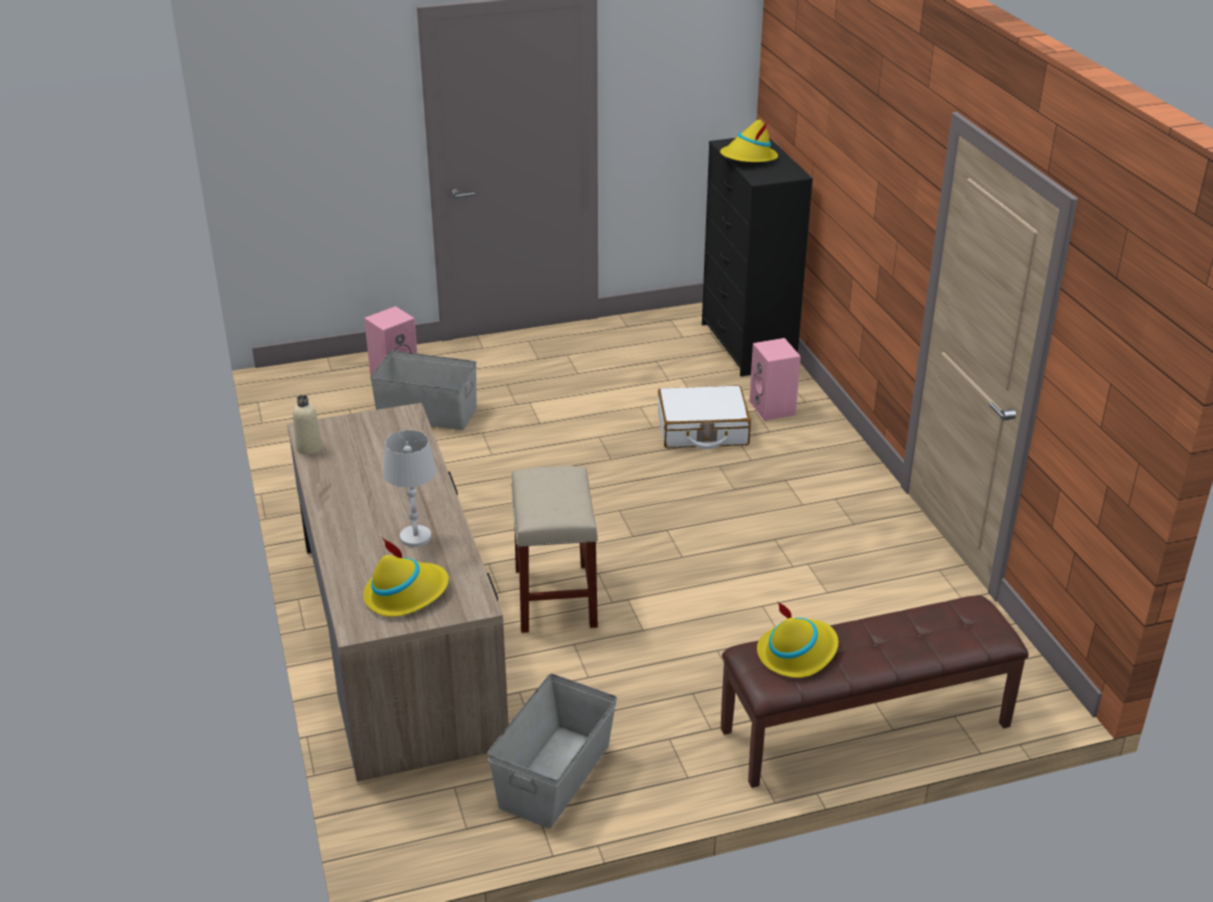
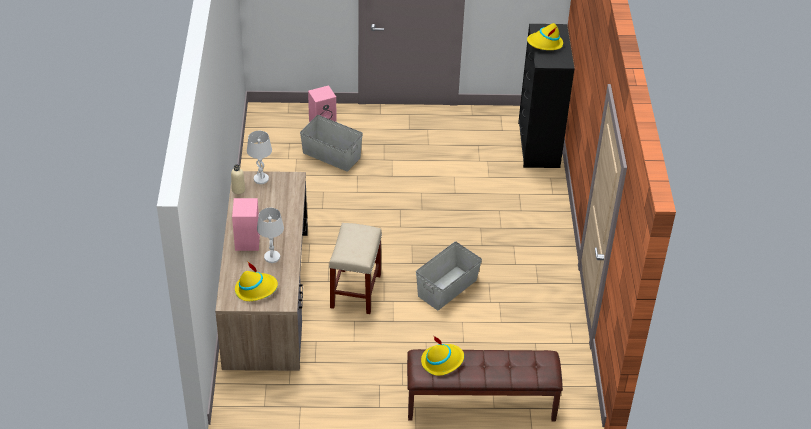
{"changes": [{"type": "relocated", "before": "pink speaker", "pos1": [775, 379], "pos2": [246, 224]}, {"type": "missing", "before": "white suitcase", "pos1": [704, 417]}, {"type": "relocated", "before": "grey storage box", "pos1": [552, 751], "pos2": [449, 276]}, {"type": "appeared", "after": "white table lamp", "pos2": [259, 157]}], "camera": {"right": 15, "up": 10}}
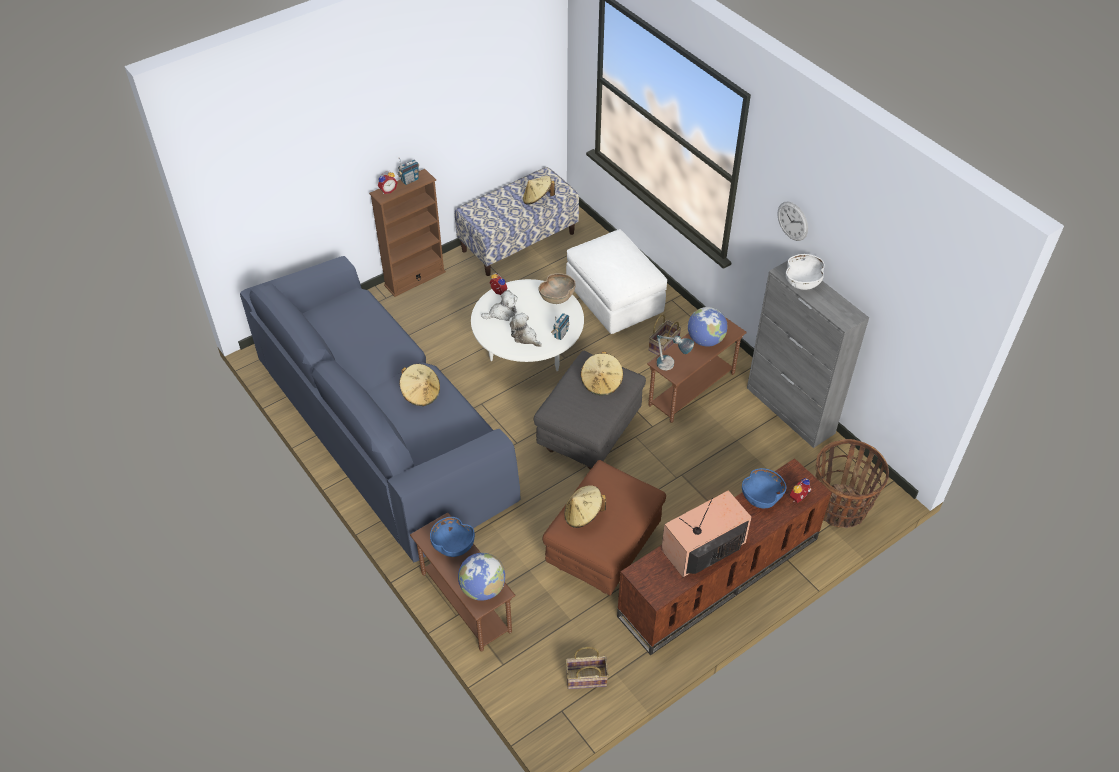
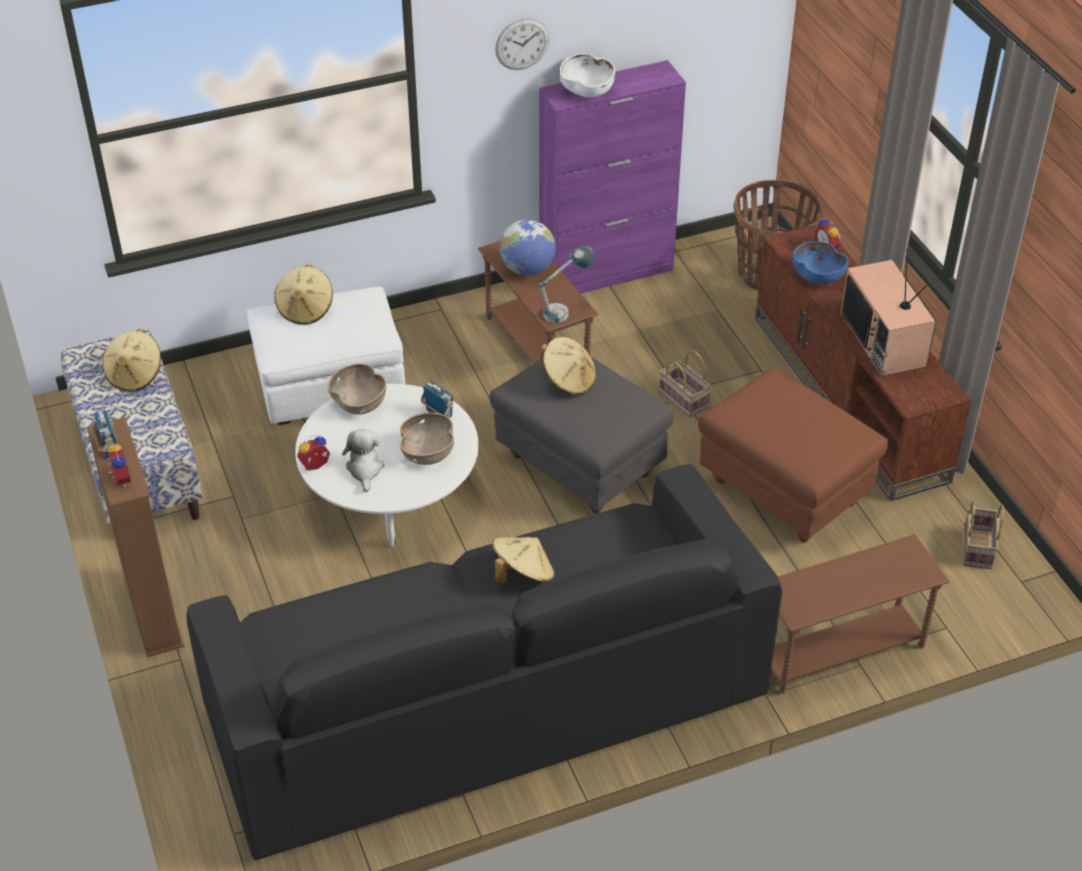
{"changes": [{"type": "colour", "before": "blue sofa", "after": "black sofa", "pos1": [380, 409], "pos2": [484, 662]}, {"type": "colour", "before": "grey cabinet", "after": "purple cabinet", "pos1": [808, 354], "pos2": [612, 176]}, {"type": "exchanged", "before": "plush toy", "after": "brown bowl", "pos1": [526, 330], "pos2": [427, 439]}, {"type": "relocated", "before": "basket", "pos1": [665, 334], "pos2": [685, 383]}, {"type": "relocated", "before": "beige hat", "pos1": [585, 506], "pos2": [303, 295]}, {"type": "missing", "before": "blue bowl", "pos1": [452, 537]}, {"type": "missing", "before": "globe", "pos1": [481, 577]}], "camera": {"right": -75, "up": -5}}
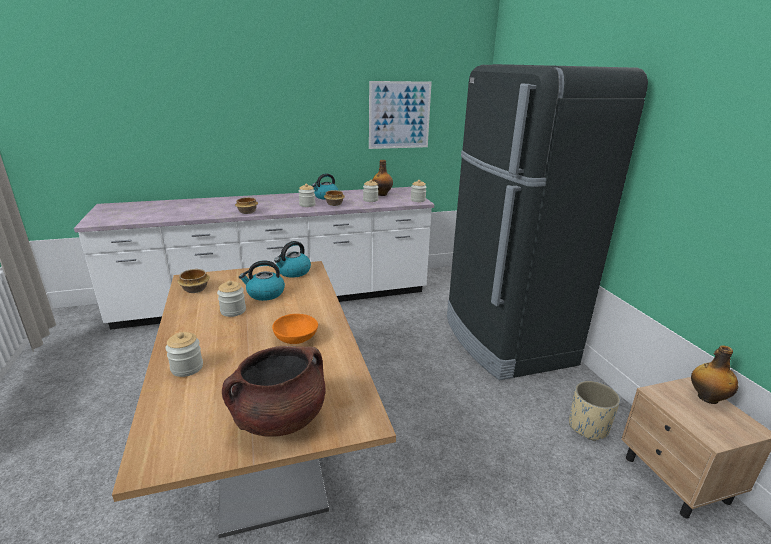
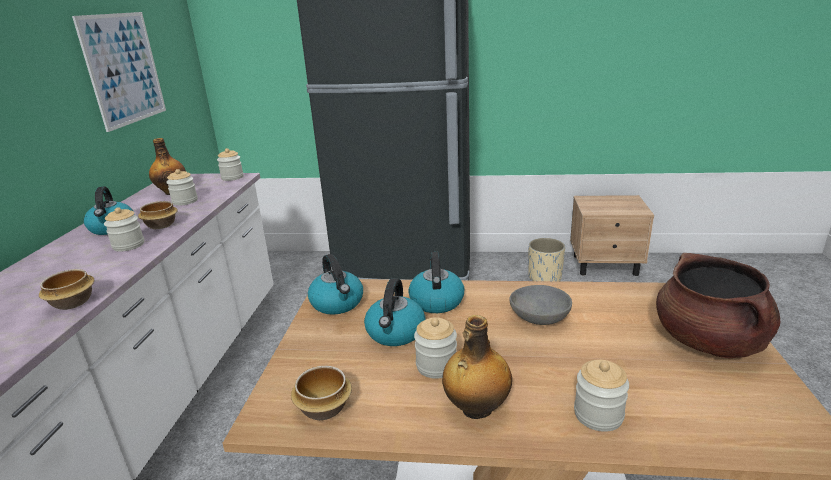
{"changes": [{"type": "colour", "before": "orange bowl", "after": "grey bowl", "pos1": [295, 329], "pos2": [540, 305]}, {"type": "relocated", "before": "bottle", "pos1": [714, 374], "pos2": [477, 367]}, {"type": "appeared", "after": "kettle", "pos2": [436, 282]}], "camera": {"right": -65, "up": 0}}
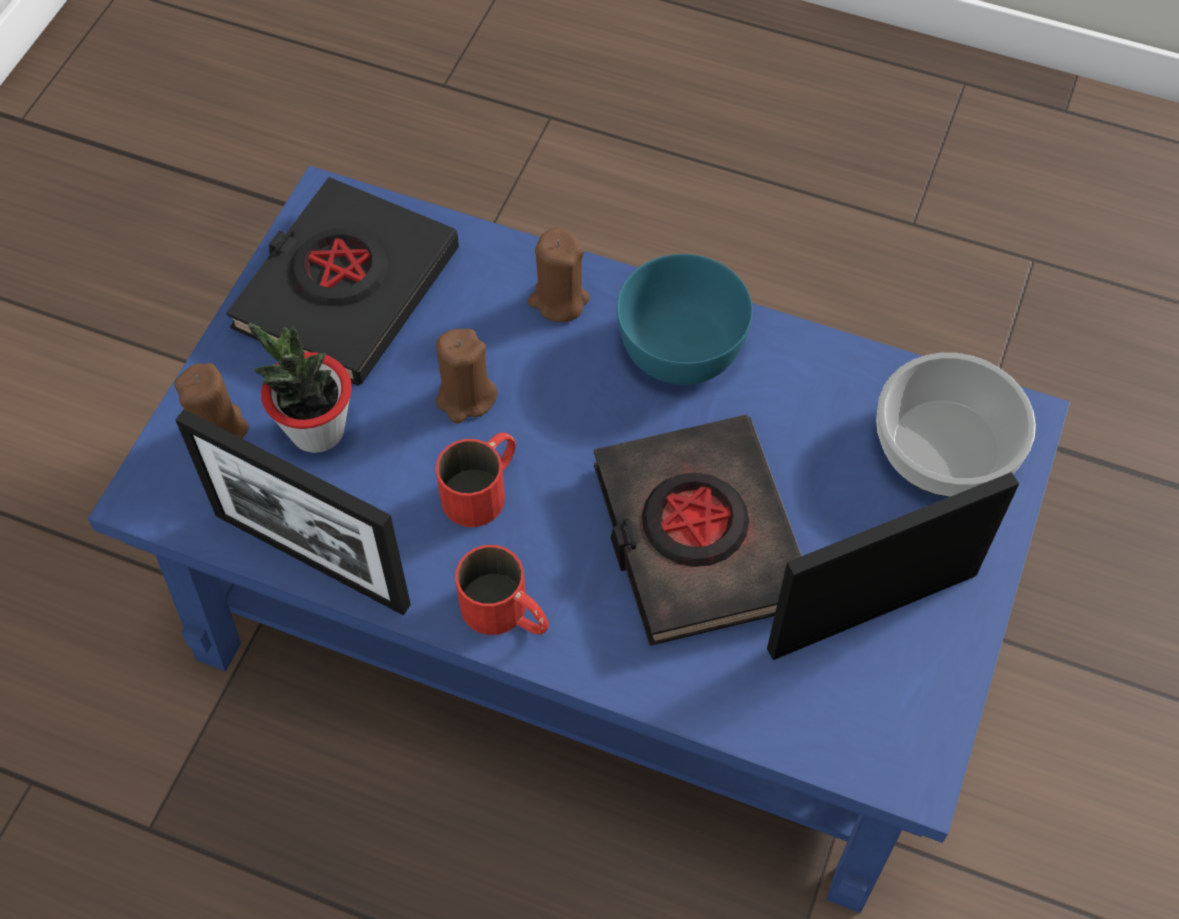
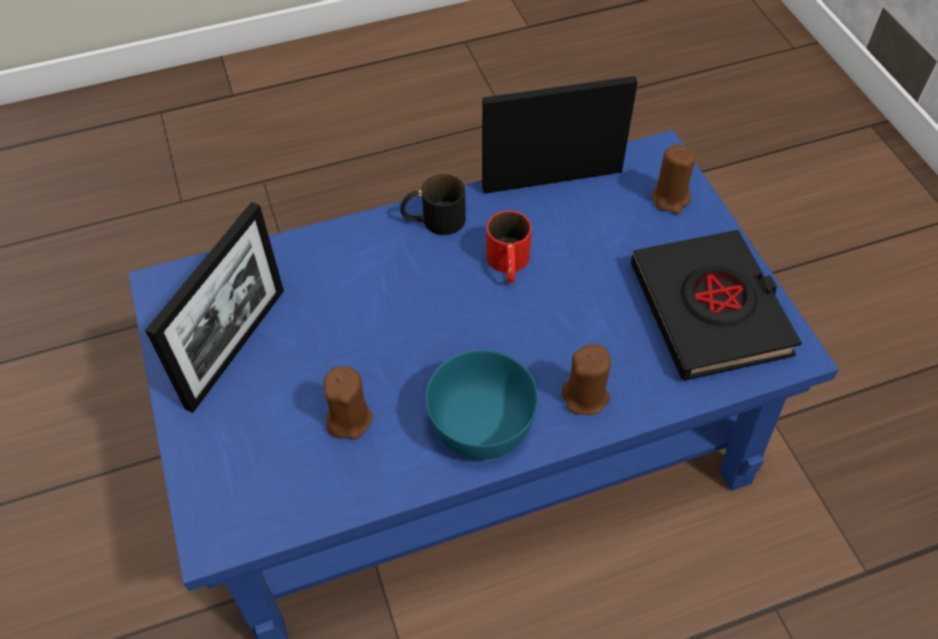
{"changes": [{"type": "missing", "before": "potted plant", "pos1": [300, 388]}, {"type": "relocated", "before": "brown candle", "pos1": [466, 376], "pos2": [348, 403]}, {"type": "missing", "before": "bowl", "pos1": [956, 425]}, {"type": "missing", "before": "black book", "pos1": [698, 530]}, {"type": "colour", "before": "red mug", "after": "black mug", "pos1": [502, 590], "pos2": [433, 204]}], "camera": {"right": 140, "up": -5}}
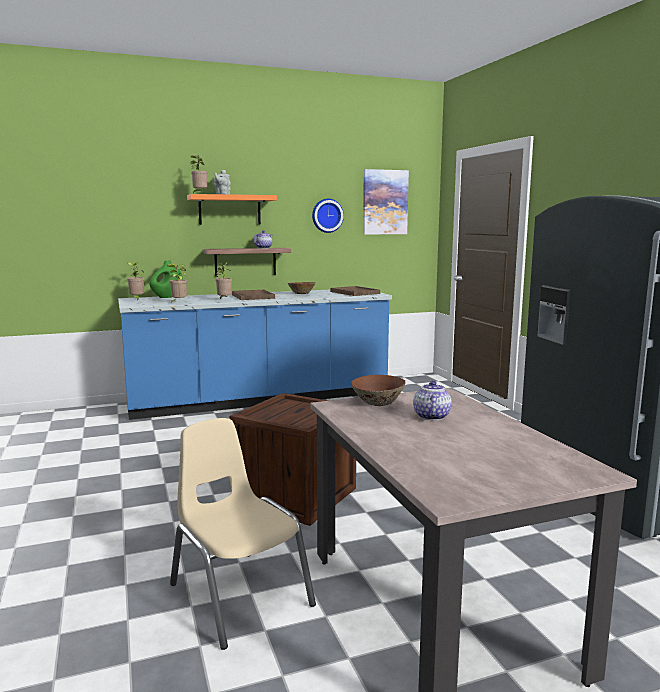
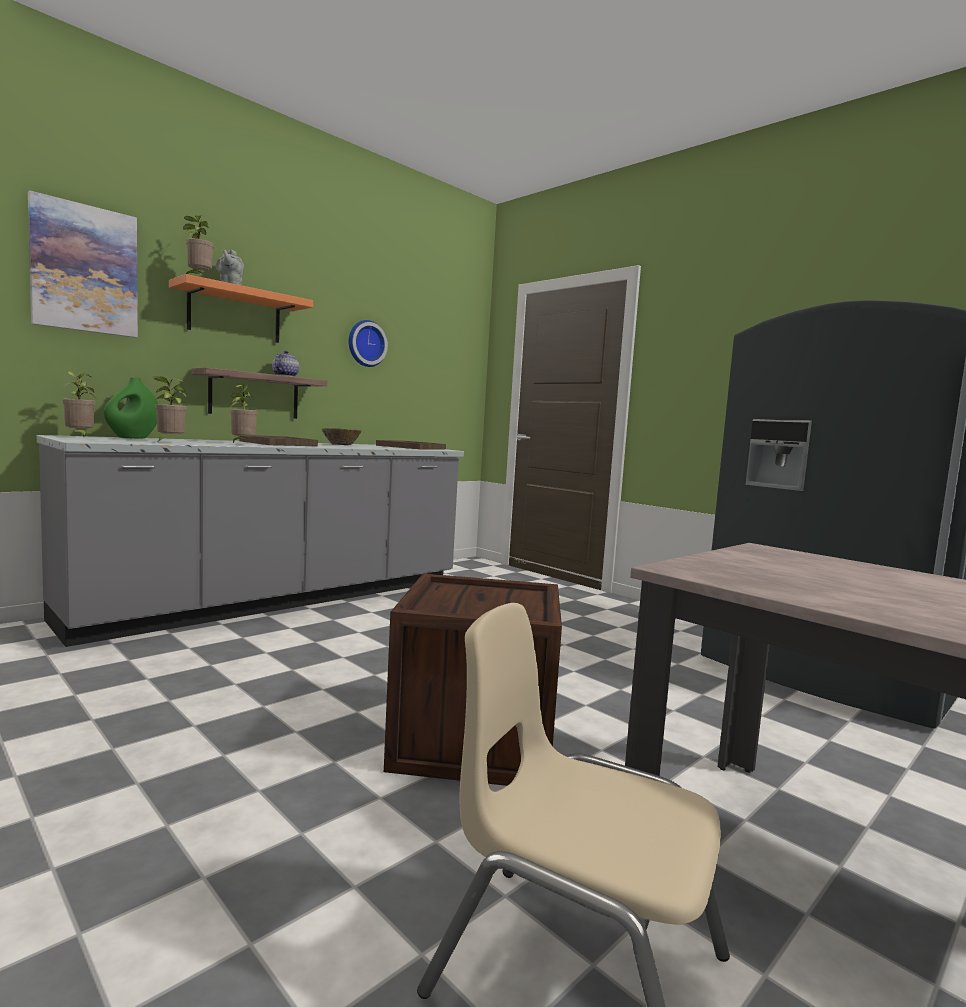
{"changes": [{"type": "relocated", "before": "picture", "pos1": [386, 202], "pos2": [83, 264]}, {"type": "colour", "before": "blue counter", "after": "grey counter", "pos1": [255, 355], "pos2": [250, 541]}, {"type": "missing", "before": "brown bowl", "pos1": [378, 390]}, {"type": "missing", "before": "teapot", "pos1": [432, 400]}], "camera": {"right": -25, "up": -5}}
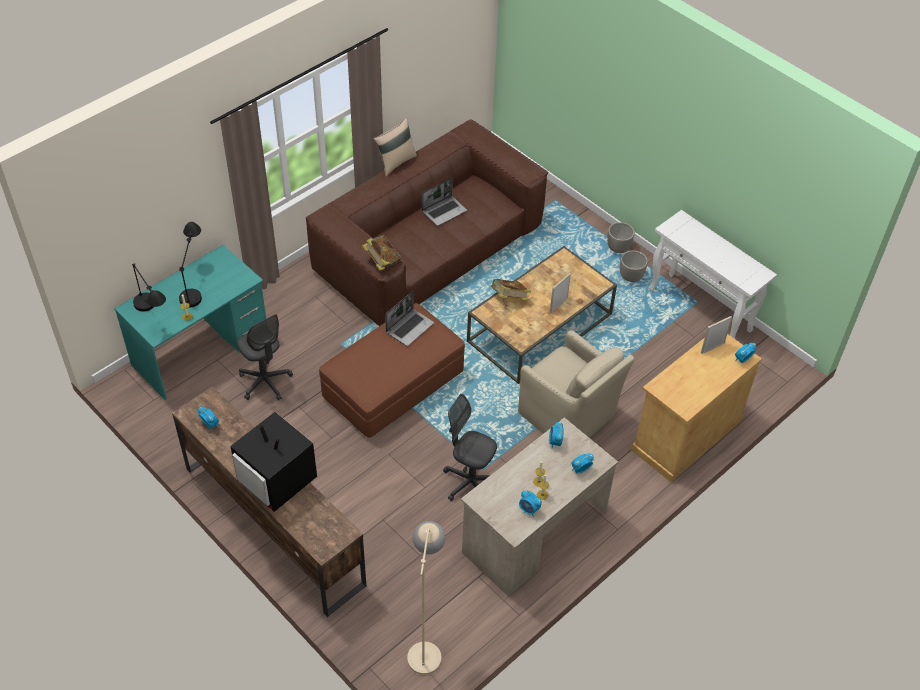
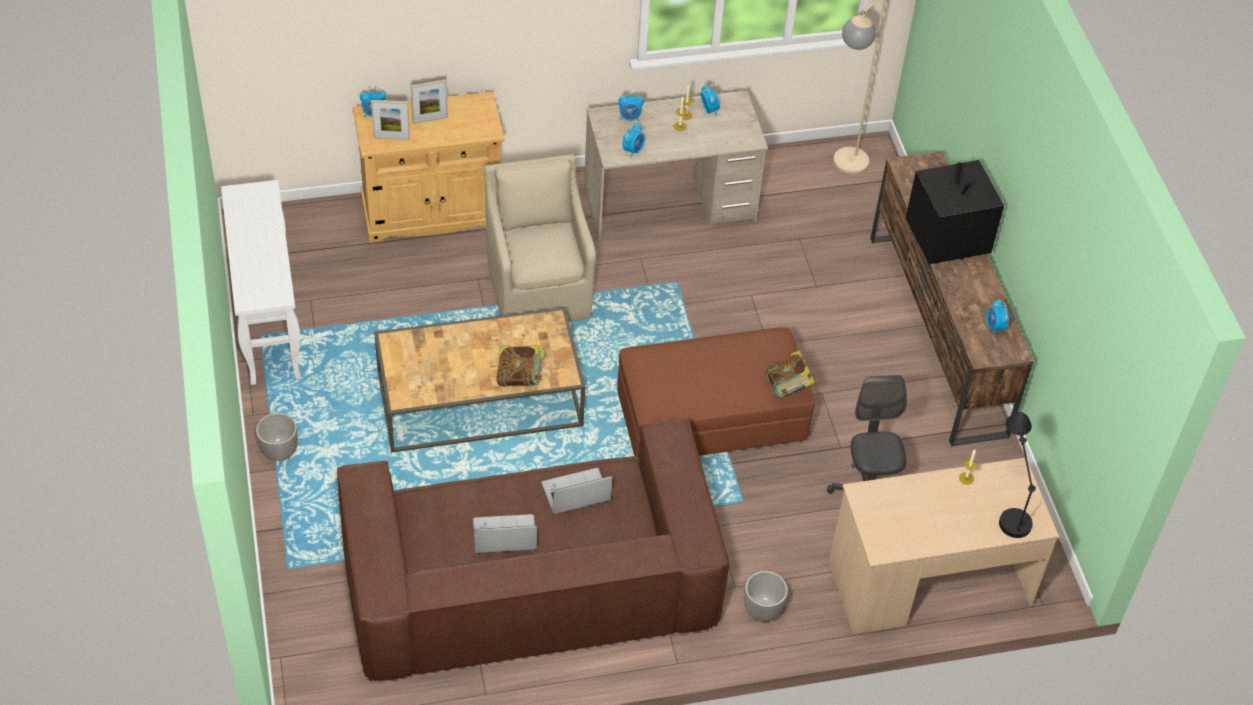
{"changes": [{"type": "missing", "before": "beige pillow", "pos1": [395, 147]}, {"type": "missing", "before": "black table lamp", "pos1": [190, 265]}, {"type": "relocated", "before": "book", "pos1": [381, 253], "pos2": [790, 373]}, {"type": "colour", "before": "turquoise desk", "after": "beige desk", "pos1": [190, 322], "pos2": [944, 546]}, {"type": "relocated", "before": "planter", "pos1": [634, 266], "pos2": [766, 596]}, {"type": "relocated", "before": "picture frame", "pos1": [560, 293], "pos2": [429, 101]}, {"type": "relocated", "before": "laptop", "pos1": [409, 318], "pos2": [577, 491]}, {"type": "missing", "before": "grey office chair", "pos1": [470, 447]}], "camera": {"right": -150, "up": 0}}
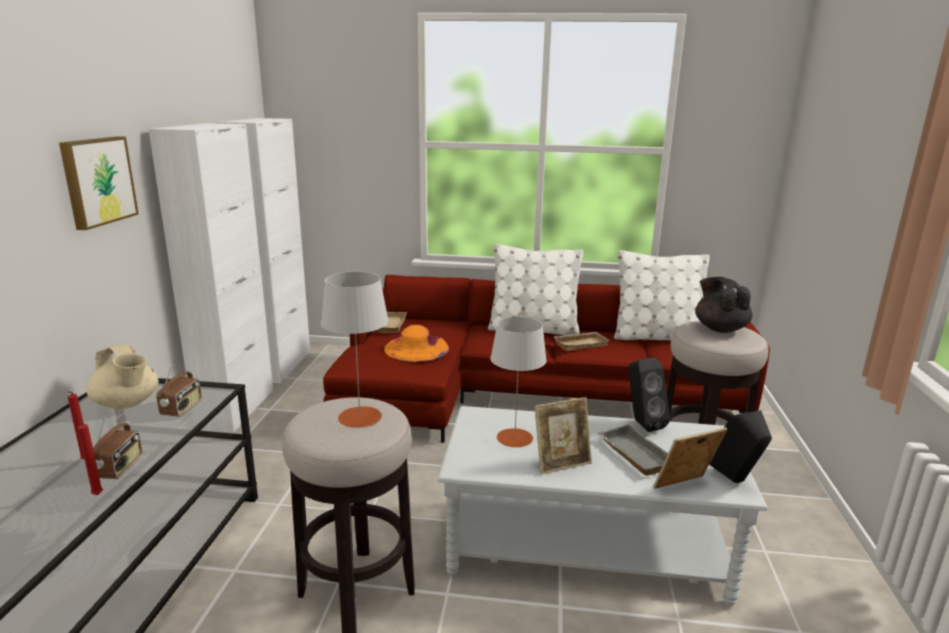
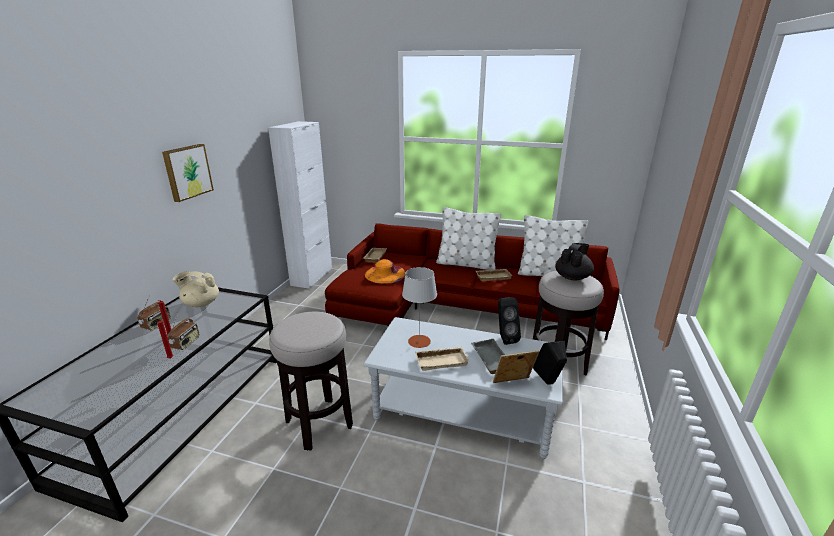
{"changes": [{"type": "missing", "before": "white cabinet", "pos1": [211, 278]}, {"type": "missing", "before": "grey table lamp", "pos1": [355, 349]}, {"type": "spun", "before": "black teapot", "pos1": [723, 305], "pos2": [574, 261], "turn": 45}, {"type": "spun", "before": "beige teapot", "pos1": [123, 376], "pos2": [196, 289], "turn": 135}, {"type": "relocated", "before": "radio", "pos1": [179, 389], "pos2": [154, 312]}, {"type": "exchanged", "before": "picture frame", "after": "beige tray", "pos1": [563, 436], "pos2": [442, 359]}], "camera": {"right": 10, "up": 5}}
